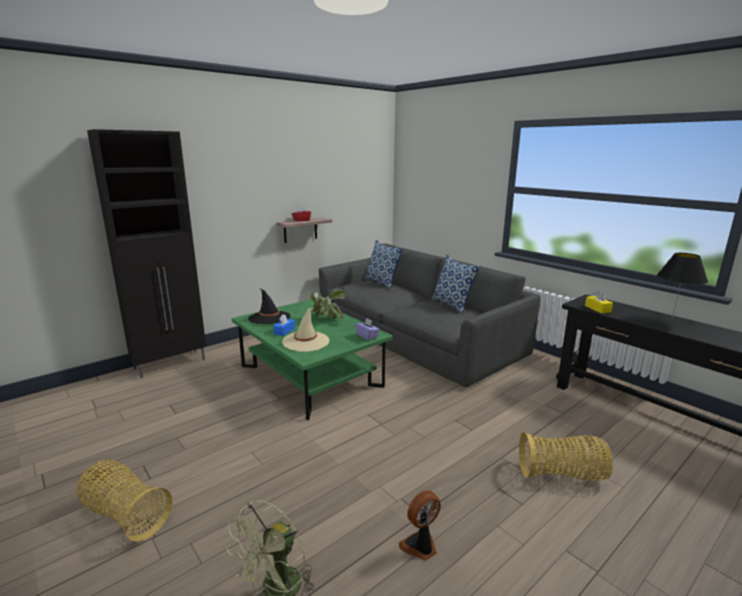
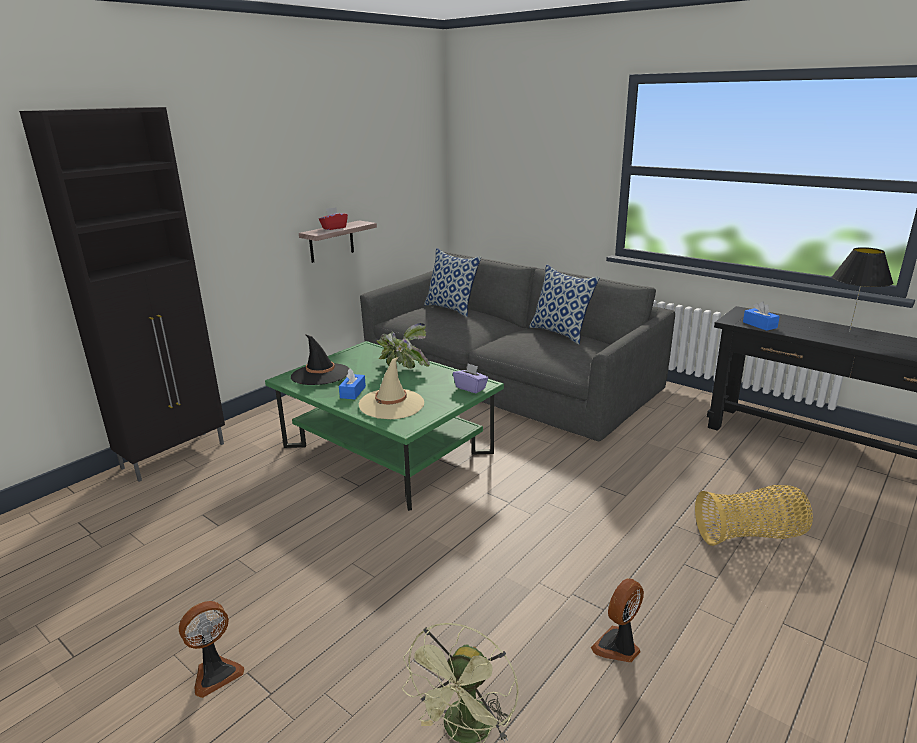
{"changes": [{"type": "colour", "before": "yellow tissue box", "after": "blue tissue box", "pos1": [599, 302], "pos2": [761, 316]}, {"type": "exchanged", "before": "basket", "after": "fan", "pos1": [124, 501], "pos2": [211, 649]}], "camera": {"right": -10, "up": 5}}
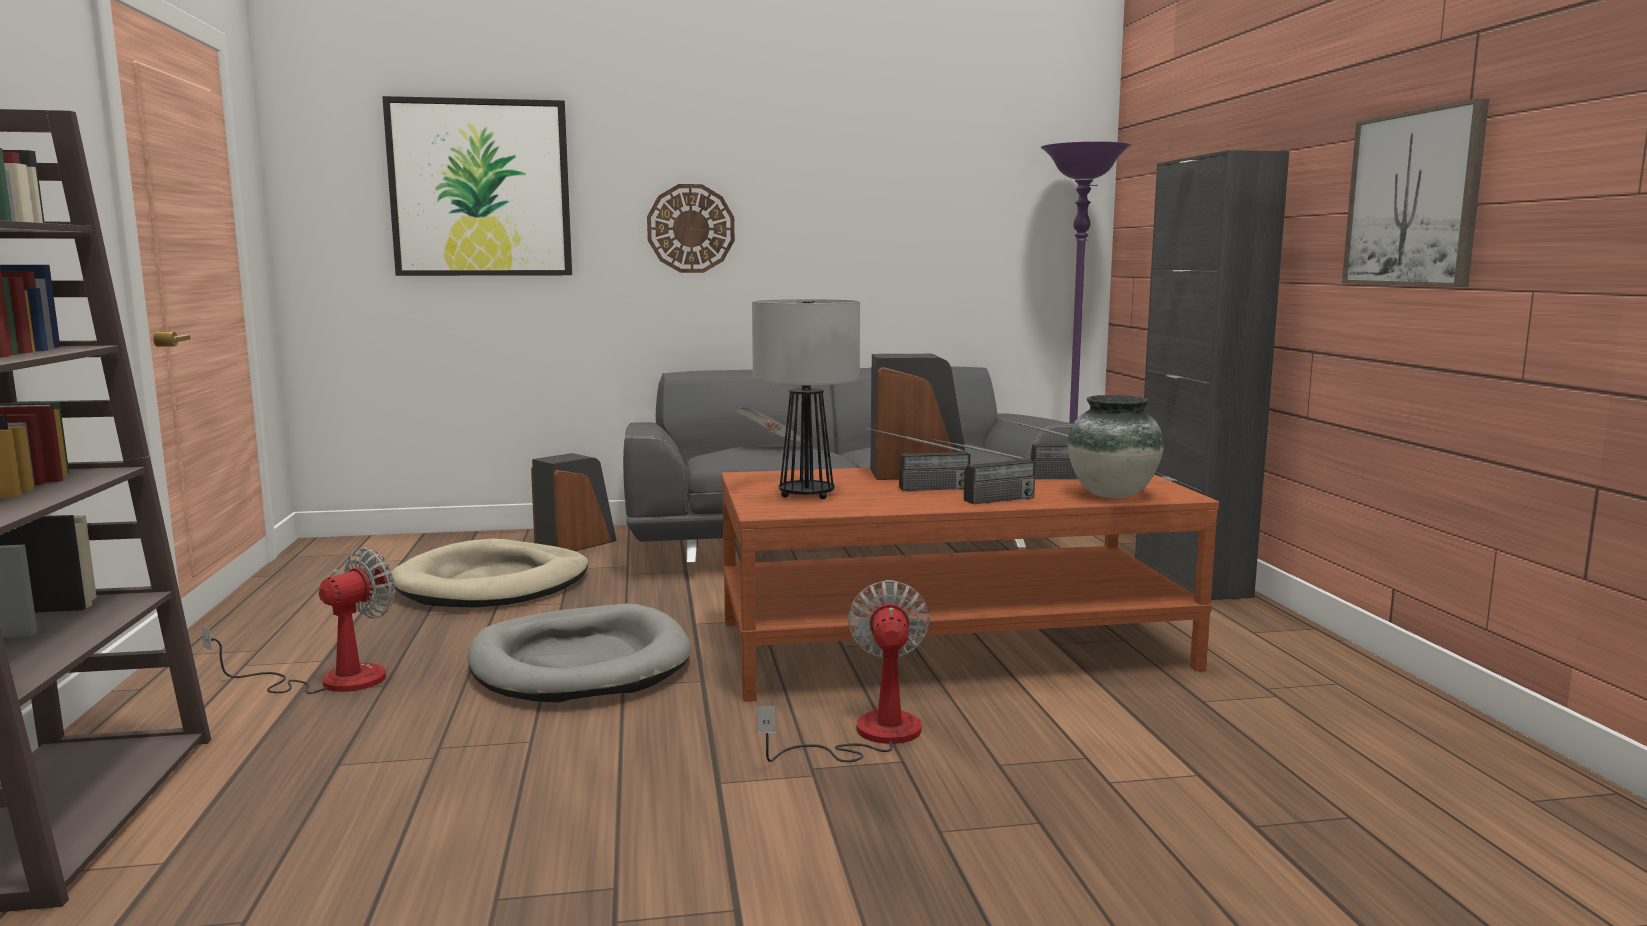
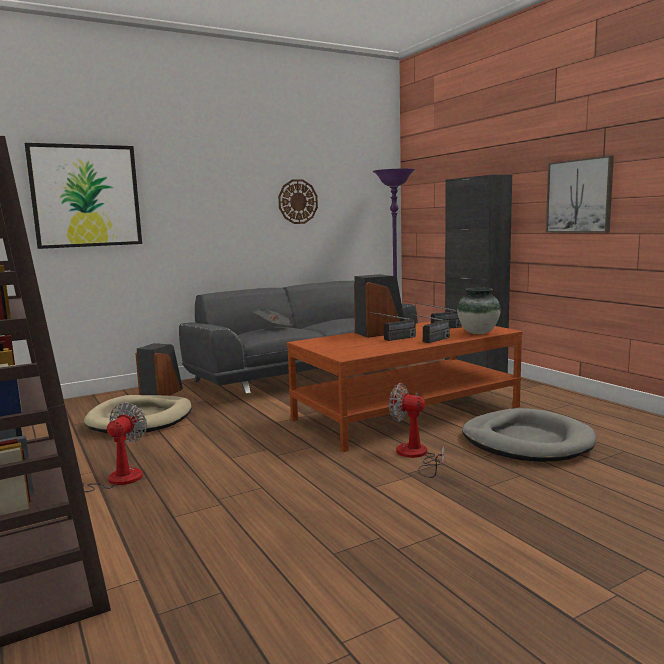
{"changes": [{"type": "relocated", "before": "wall clock", "pos1": [691, 228], "pos2": [298, 201]}, {"type": "missing", "before": "table lamp", "pos1": [806, 399]}, {"type": "spun", "before": "fan", "pos1": [843, 671], "pos2": [416, 430], "turn": -45}, {"type": "relocated", "before": "grey dog bed", "pos1": [579, 653], "pos2": [529, 435]}], "camera": {"right": -20, "up": 0}}
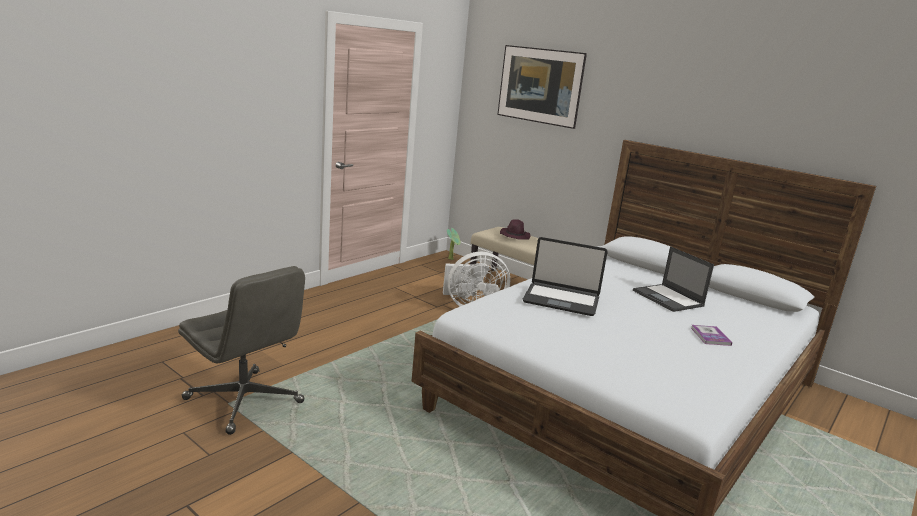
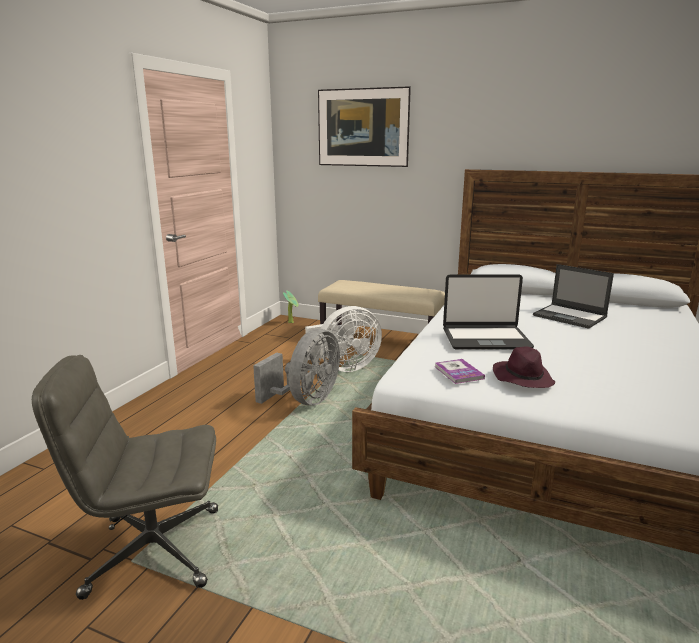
{"changes": [{"type": "relocated", "before": "purple hat", "pos1": [515, 229], "pos2": [524, 367]}, {"type": "spun", "before": "grey office chair", "pos1": [241, 350], "pos2": [125, 477], "turn": 150}, {"type": "relocated", "before": "book", "pos1": [711, 335], "pos2": [460, 371]}, {"type": "appeared", "after": "grey fan", "pos2": [296, 367]}], "camera": {"right": -15, "up": 0}}
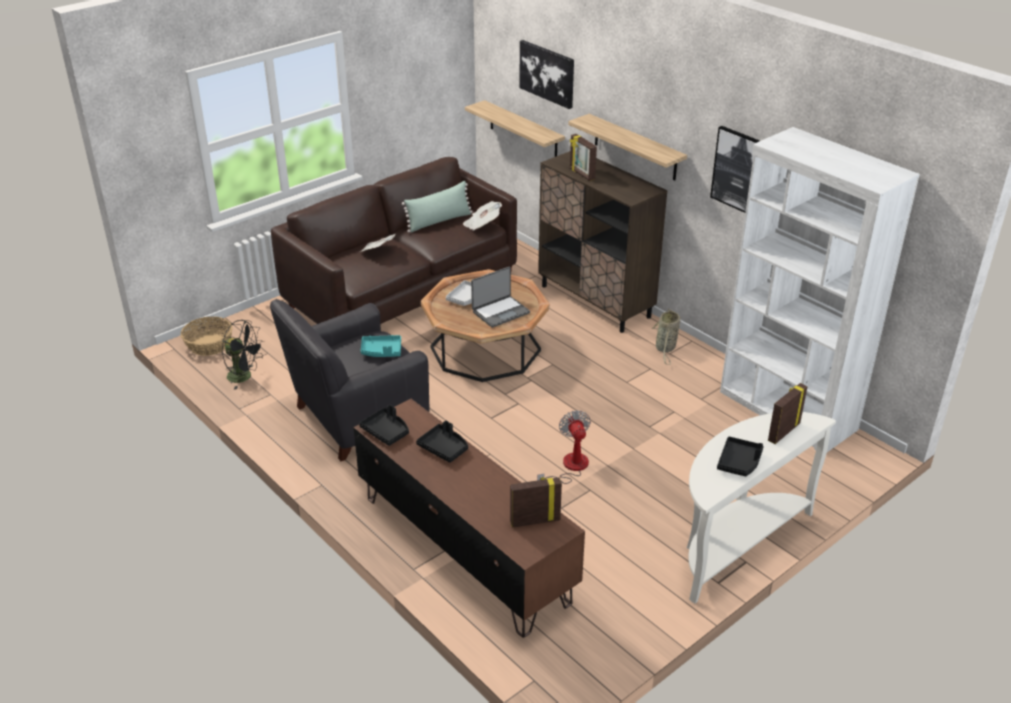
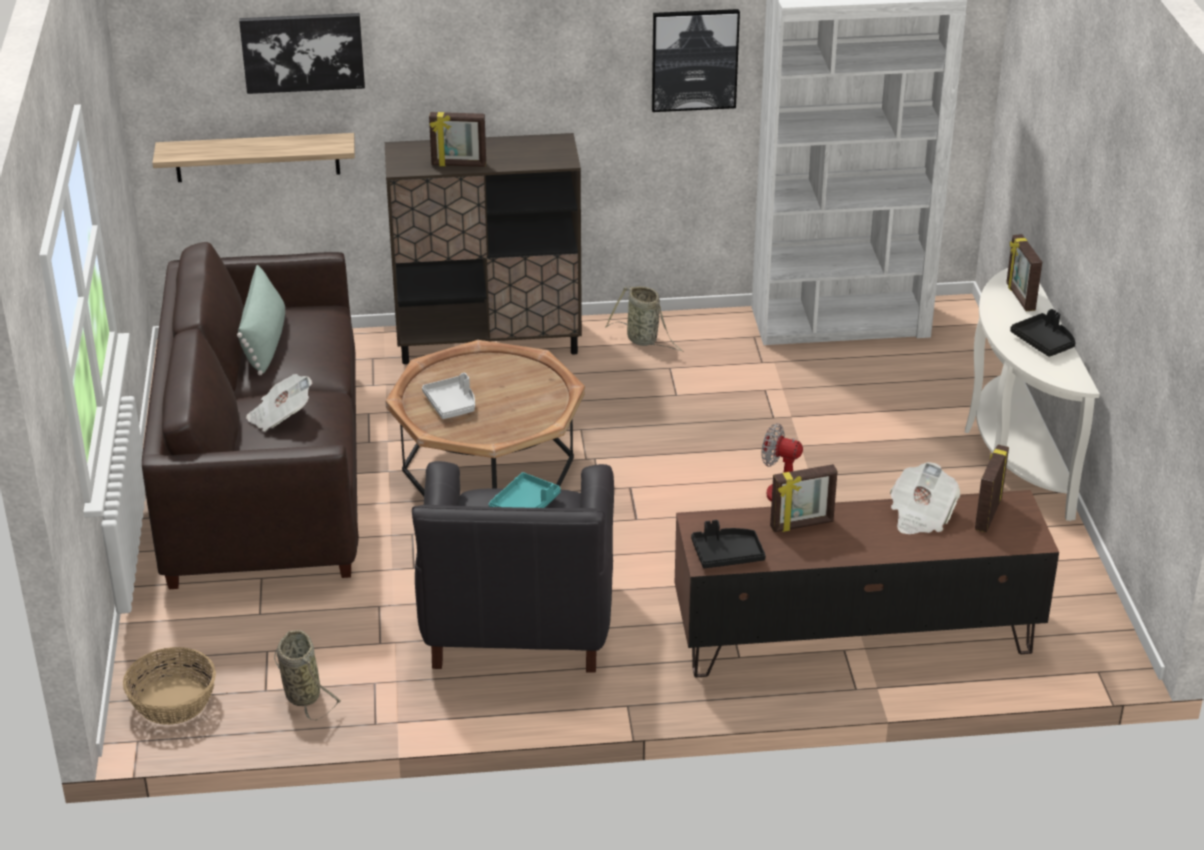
{"changes": [{"type": "missing", "before": "shelf", "pos1": [627, 147]}, {"type": "relocated", "before": "newspaper", "pos1": [482, 216], "pos2": [925, 498]}, {"type": "missing", "before": "laptop", "pos1": [500, 297]}, {"type": "exchanged", "before": "black fan", "after": "basket", "pos1": [243, 354], "pos2": [308, 675]}, {"type": "exchanged", "before": "black tray", "after": "picture frame", "pos1": [442, 442], "pos2": [804, 498]}], "camera": {"right": -55, "up": 0}}
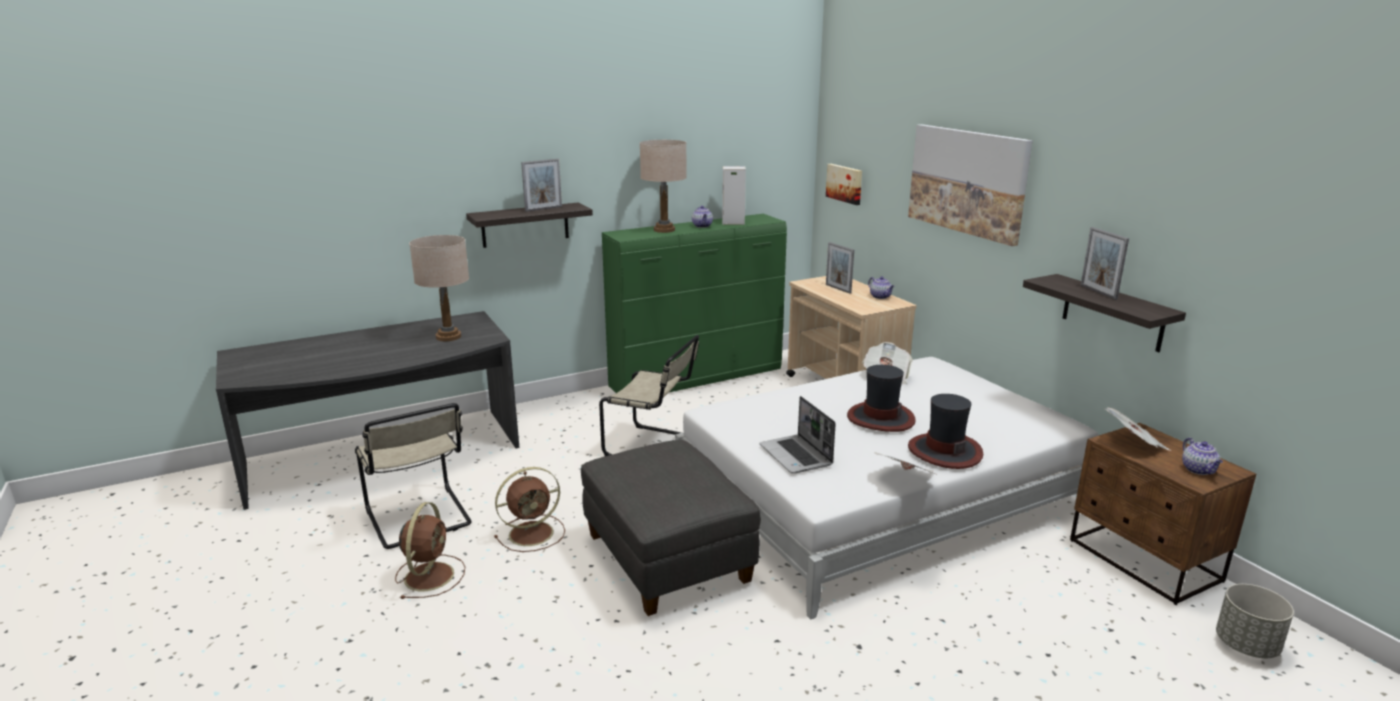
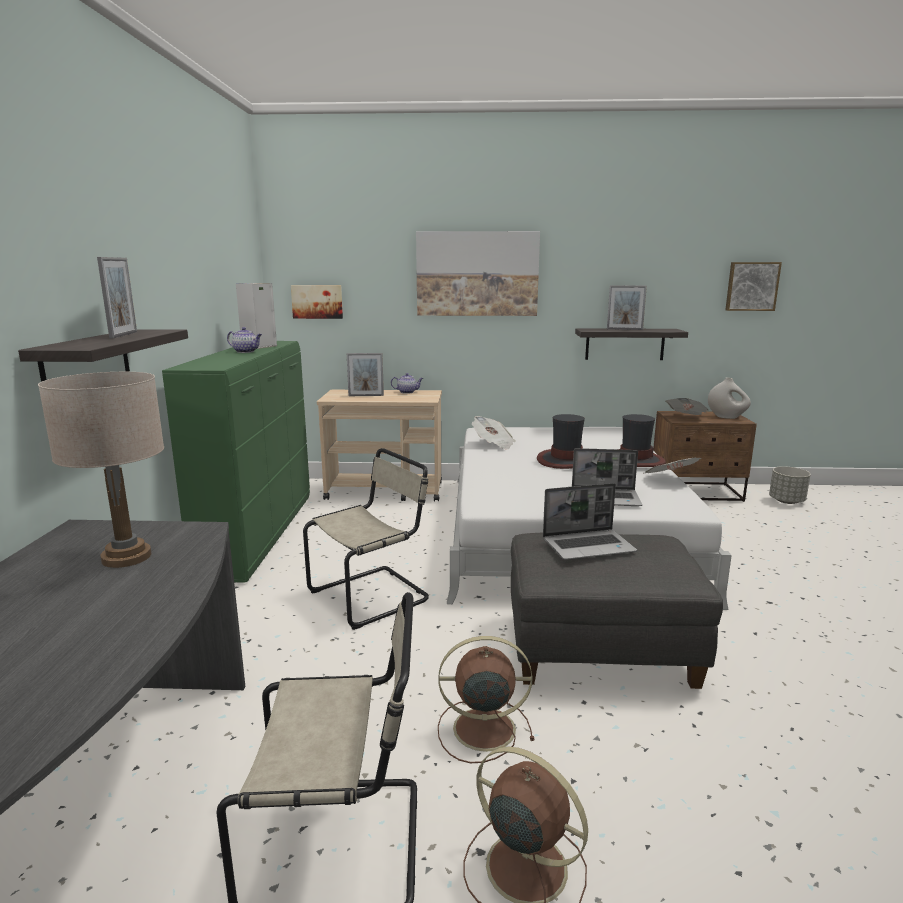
{"changes": [{"type": "missing", "before": "beige table lamp", "pos1": [663, 186]}, {"type": "exchanged", "before": "teapot", "after": "white vase", "pos1": [1202, 456], "pos2": [729, 398]}, {"type": "spun", "before": "brown fan", "pos1": [529, 509], "pos2": [486, 699], "turn": -90}, {"type": "appeared", "after": "picture", "pos2": [753, 286]}, {"type": "appeared", "after": "laptop", "pos2": [590, 521]}], "camera": {"right": -60, "up": -5}}
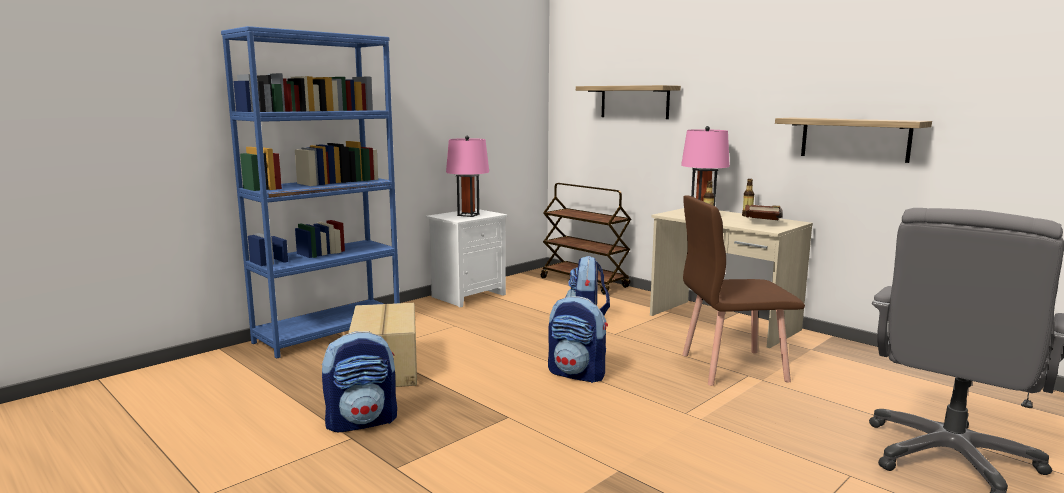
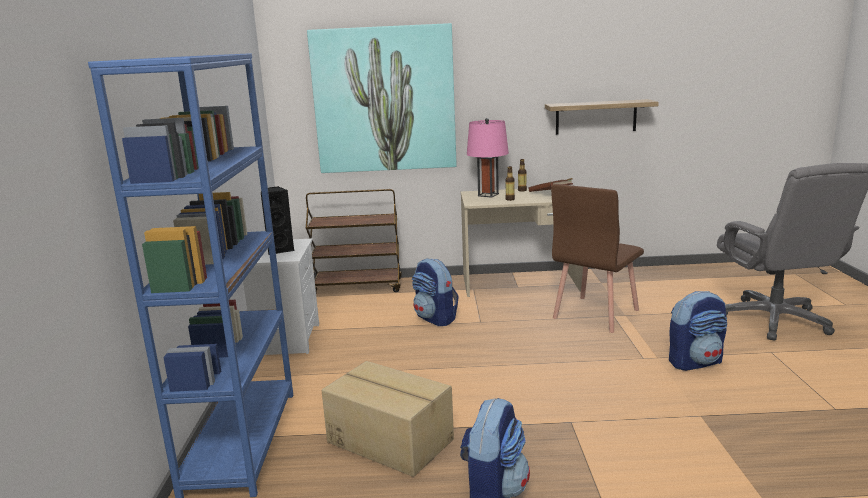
{"changes": [{"type": "exchanged", "before": "shelf", "after": "picture", "pos1": [628, 102], "pos2": [382, 98]}, {"type": "exchanged", "before": "pink table lamp", "after": "black speaker", "pos1": [467, 176], "pos2": [277, 220]}, {"type": "relocated", "before": "backpack", "pos1": [578, 339], "pos2": [698, 331]}], "camera": {"right": -45, "up": 5}}
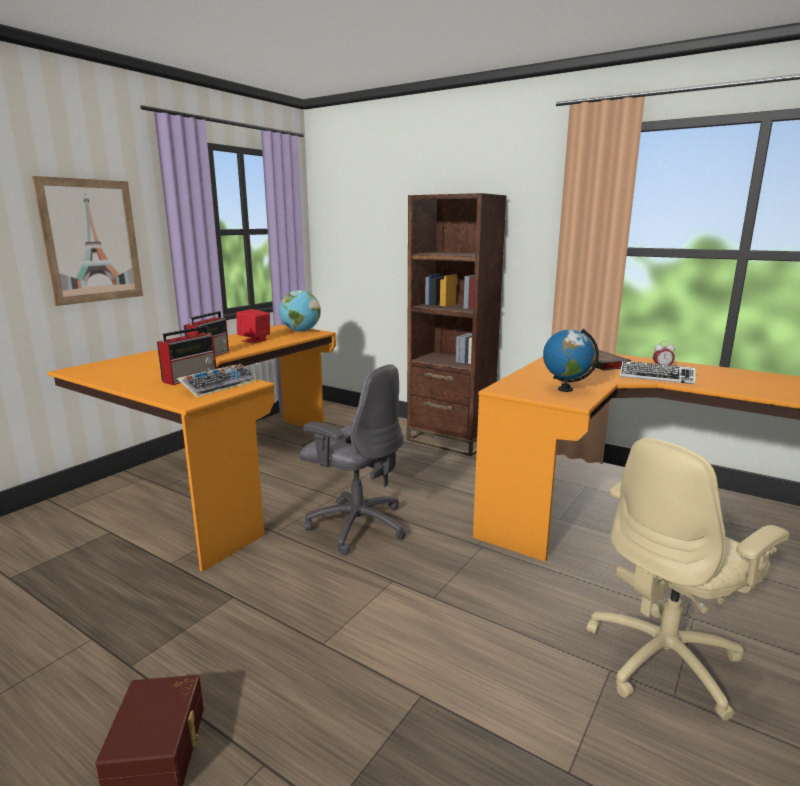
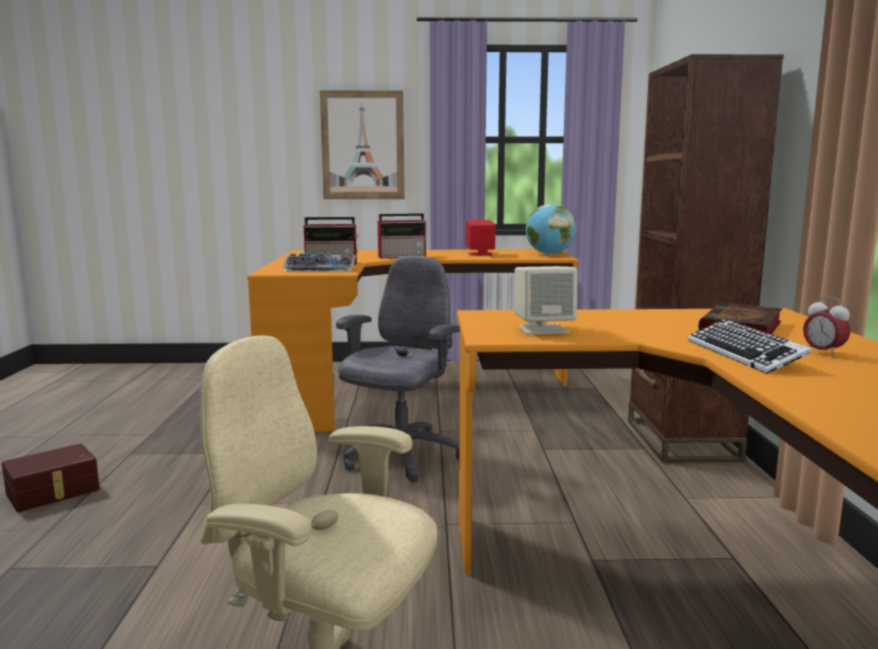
{"changes": [{"type": "exchanged", "before": "globe", "after": "beige speaker", "pos1": [571, 360], "pos2": [545, 300]}, {"type": "spun", "before": "grey office chair", "pos1": [353, 459], "pos2": [398, 368], "turn": -150}], "camera": {"right": 55, "up": -5}}
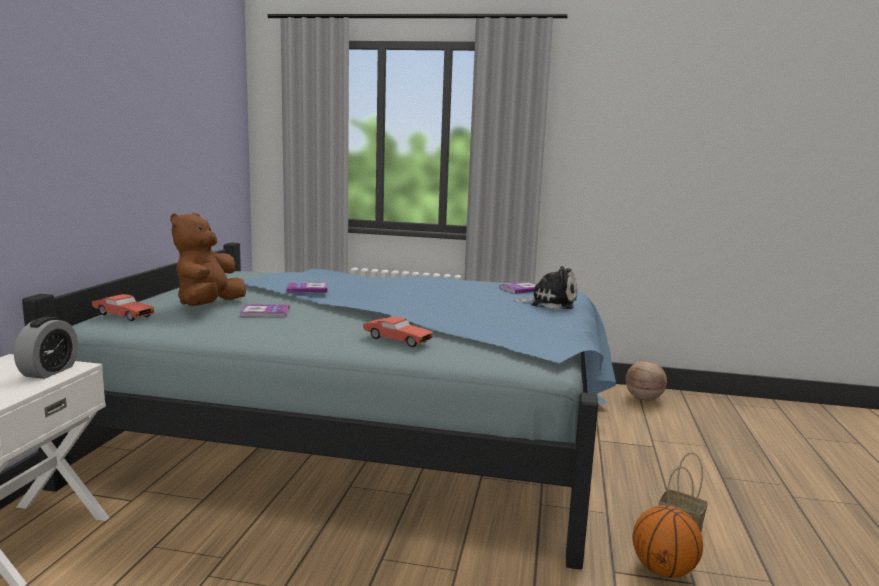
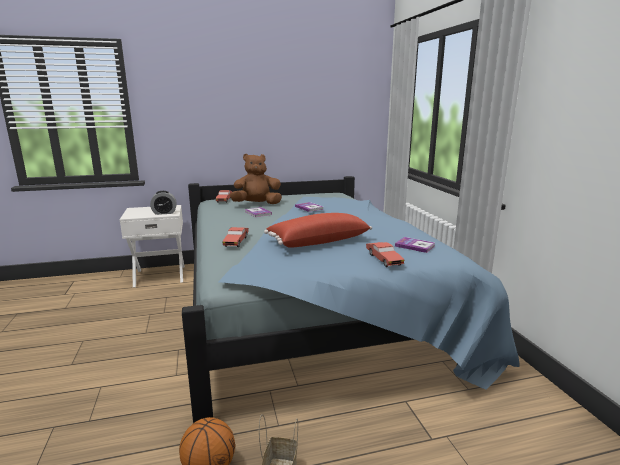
{"changes": [{"type": "exchanged", "before": "plush toy", "after": "red toy car", "pos1": [545, 288], "pos2": [385, 254]}, {"type": "missing", "before": "basketball", "pos1": [646, 381]}, {"type": "appeared", "after": "red pillow", "pos2": [318, 230]}], "camera": {"right": 65, "up": 5}}
